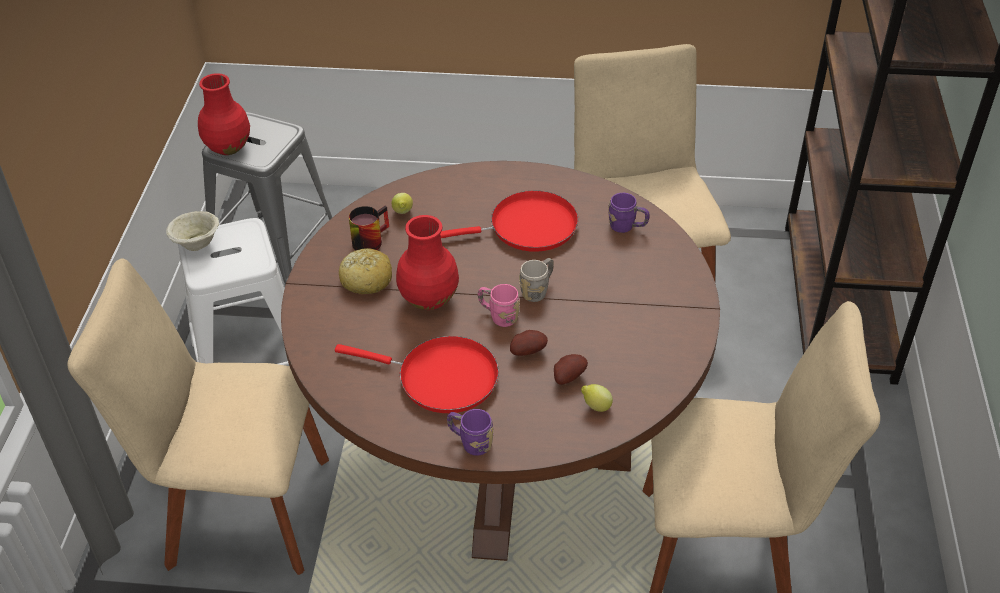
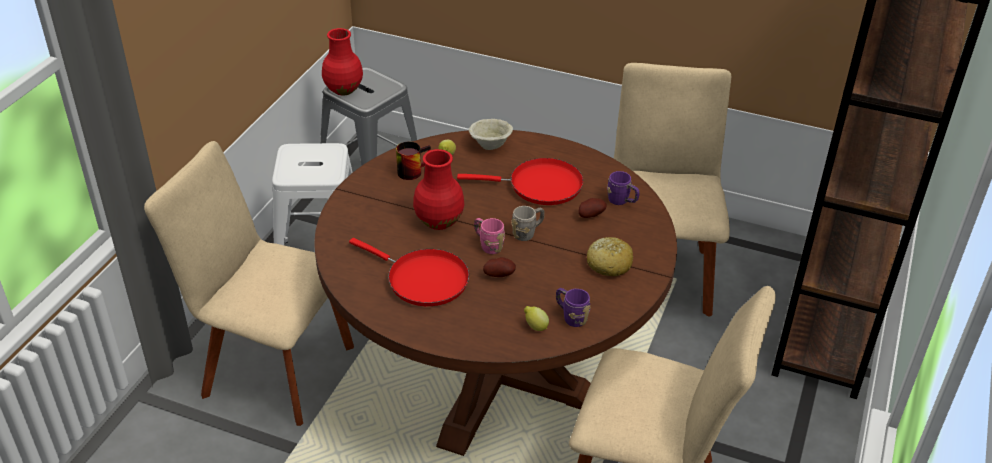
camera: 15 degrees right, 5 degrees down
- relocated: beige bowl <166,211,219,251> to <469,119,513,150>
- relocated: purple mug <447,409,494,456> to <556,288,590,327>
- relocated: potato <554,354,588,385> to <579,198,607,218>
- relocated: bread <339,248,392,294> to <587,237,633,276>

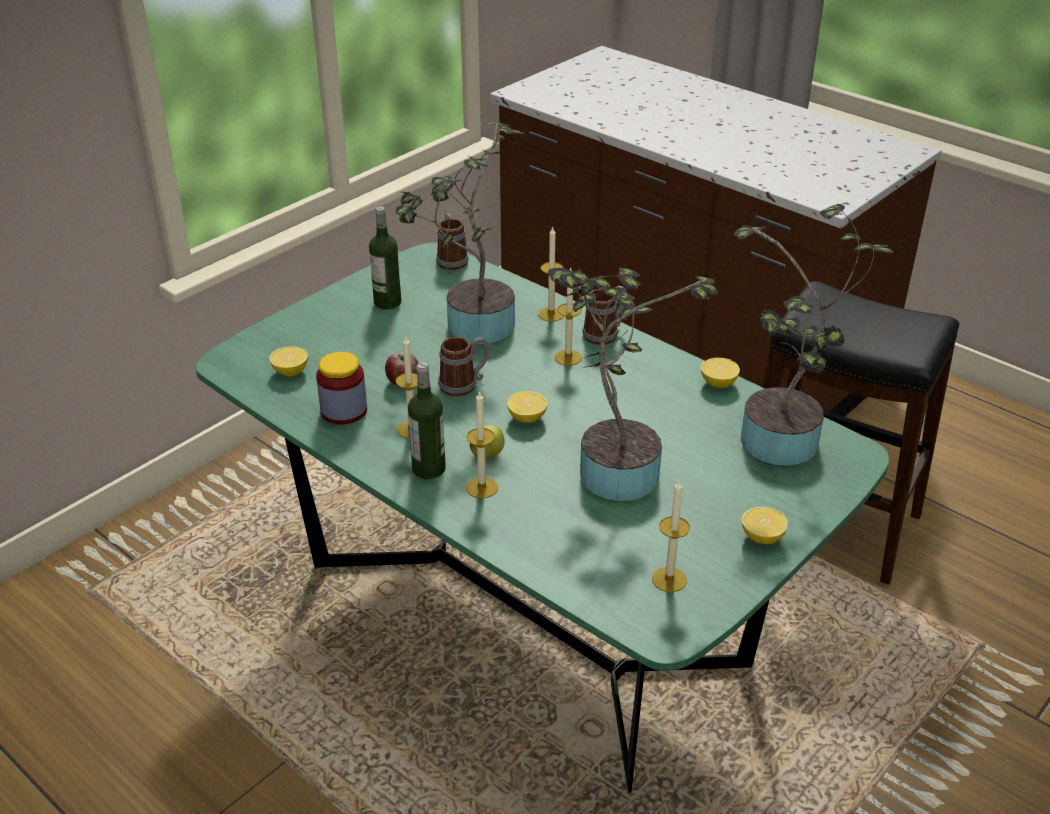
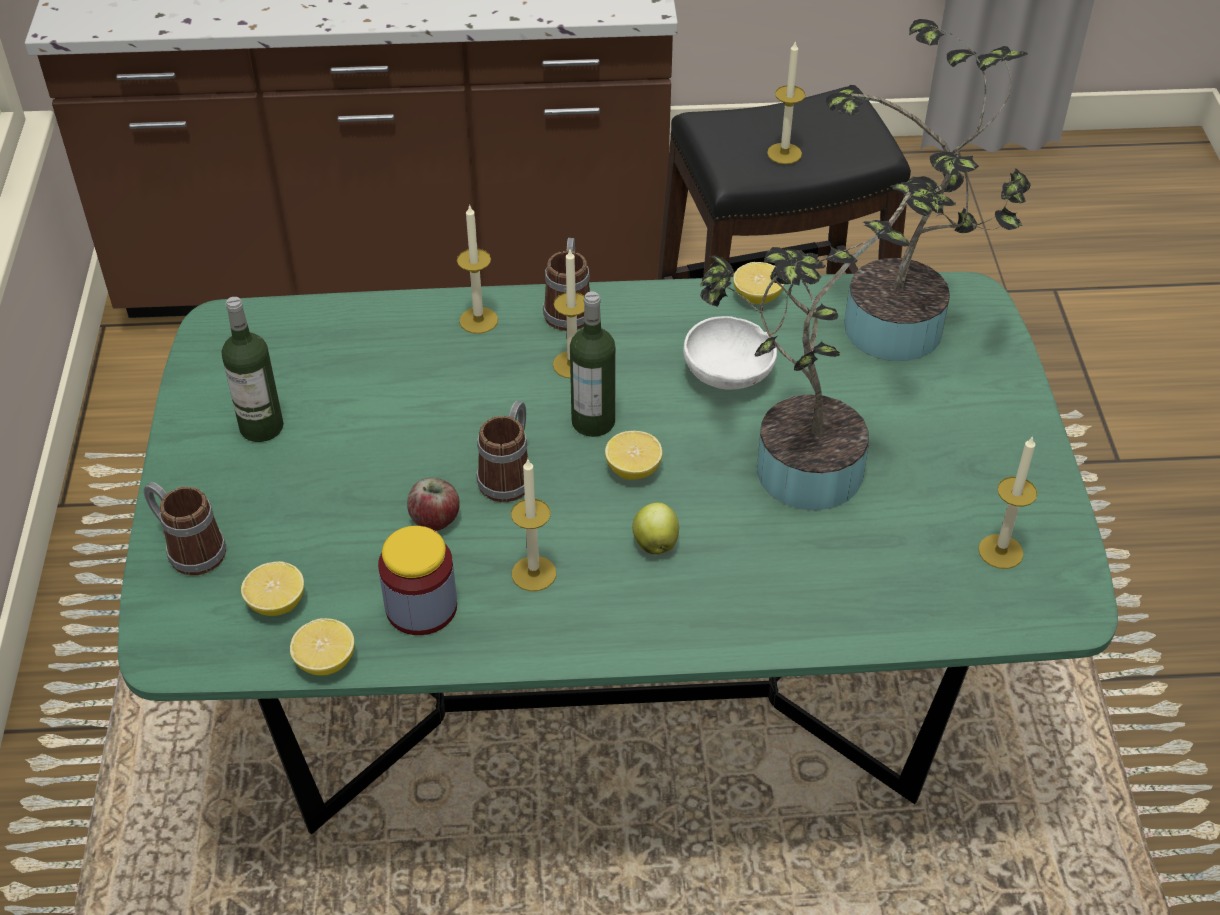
camera: 45 degrees left, 10 degrees up
- relocated: mug <436,213,468,270> to <144,482,226,576>
- relocated: lemon <742,507,788,544> to <290,618,354,676>
- relocated: bottle <408,362,446,479> to <570,291,616,437>
- appeared: white bowl <683,316,777,390>
- relocated: candle <466,390,498,498> to <767,40,806,164>
- missing: potted plant <396,121,525,344>

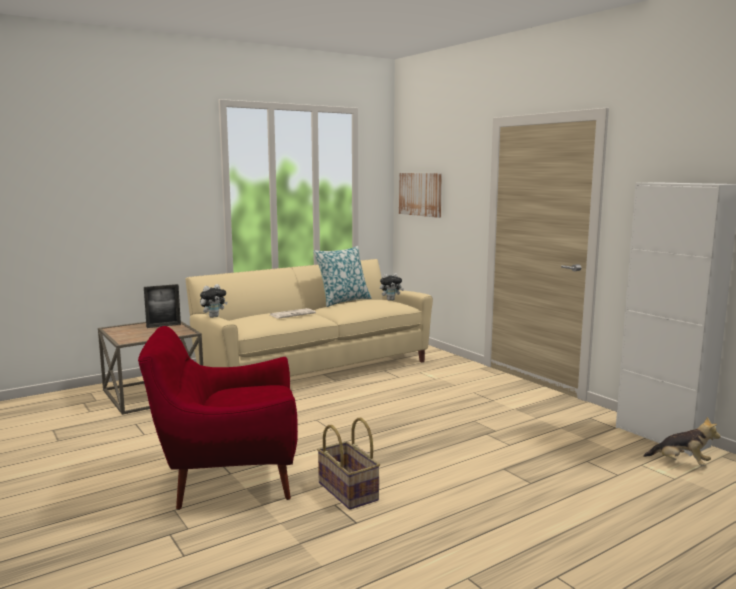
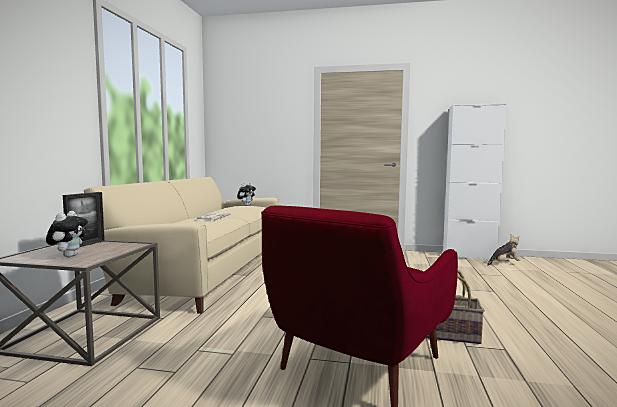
camera: 45 degrees left, 5 degrees down
- relocated: plush toy <200,284,228,318> to <46,211,88,257>
- missing: pillow <313,246,371,307>
- missing: picture <399,173,442,218>

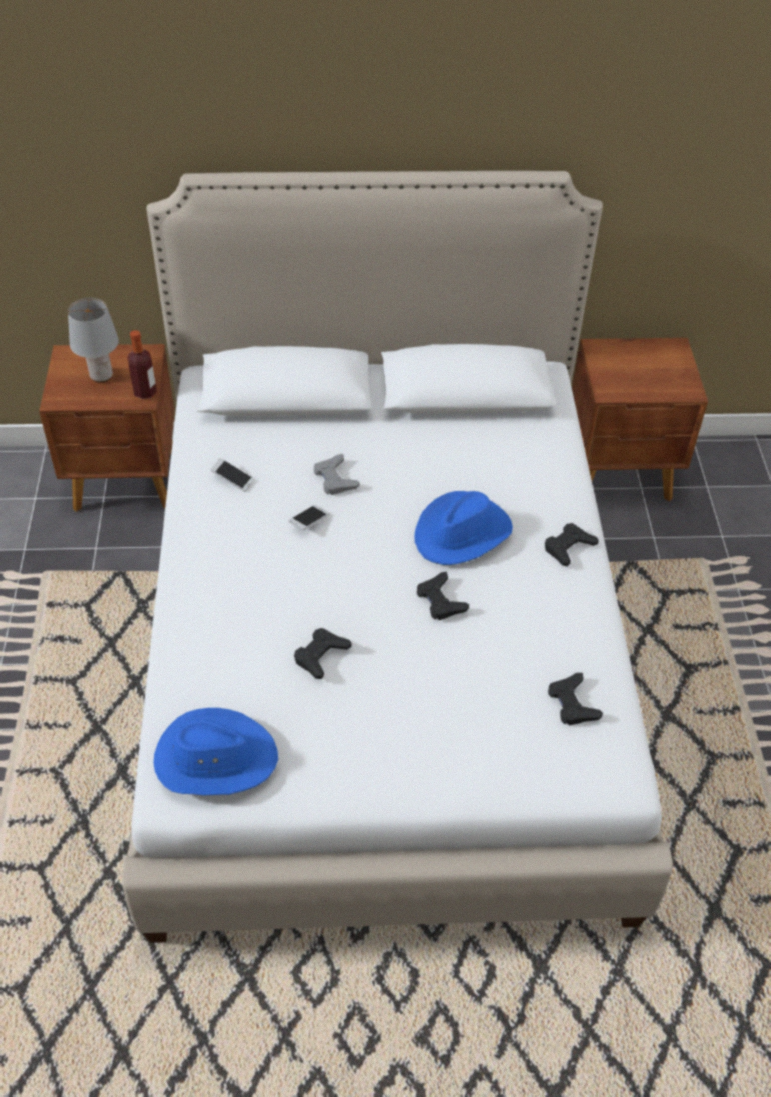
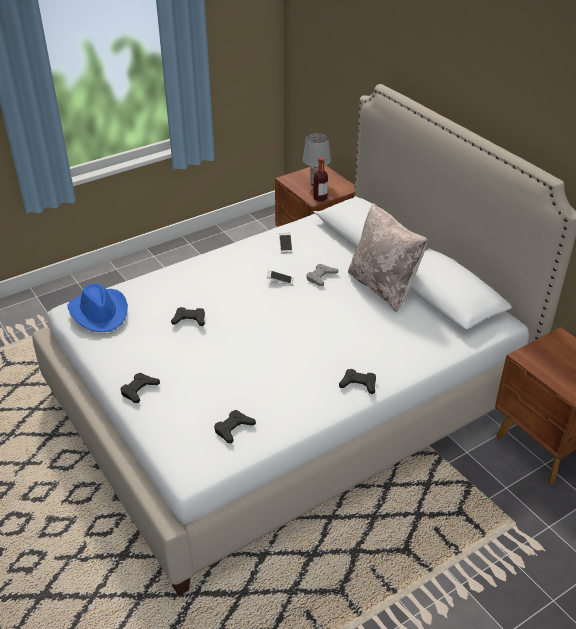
camera: 60 degrees right, 10 degrees down
- relocated: black game controller <417,572,469,620> to <120,373,160,403>
- appeared: beige pillow <348,203,427,312>
- missing: blue hat <414,491,513,565>

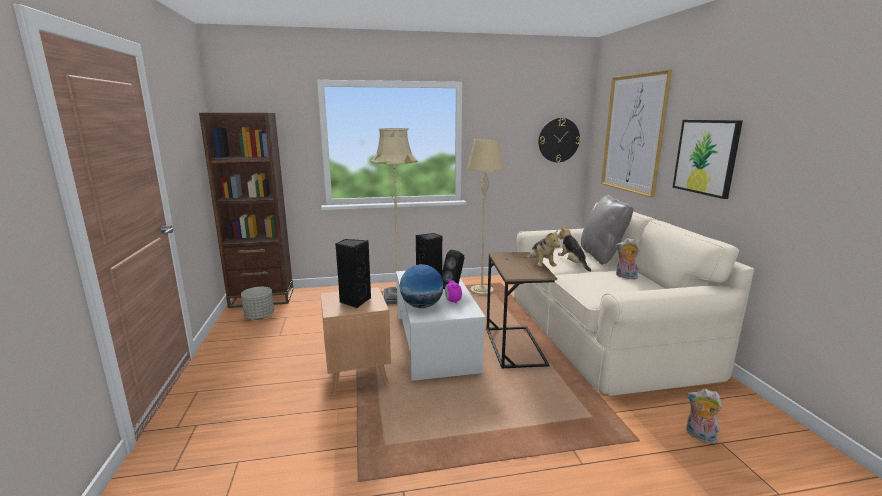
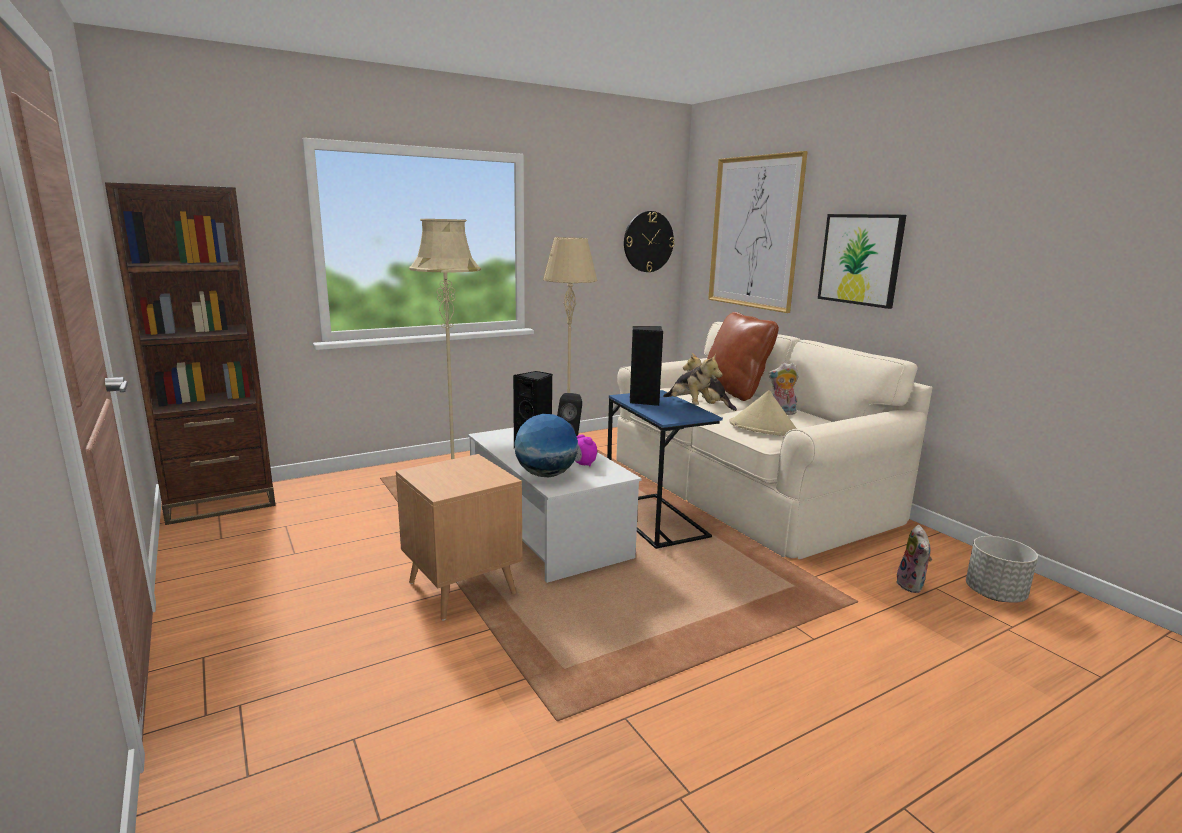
camera: 20 degrees left, 0 degrees up
- colour: brown side table <486,252,557,368> to blue side table <607,390,723,549>
- relocated: black speaker <335,239,371,308> to <630,326,663,406>
- colour: grey pillow <581,195,633,264> to brown pillow <707,312,779,401>
- appeared: beige hat <729,390,797,436>
- spun: plush toy <687,389,722,444> = <897,525,932,593> 105 degrees counterclockwise
- relocated: grey planter <241,287,274,319> to <966,536,1038,603>

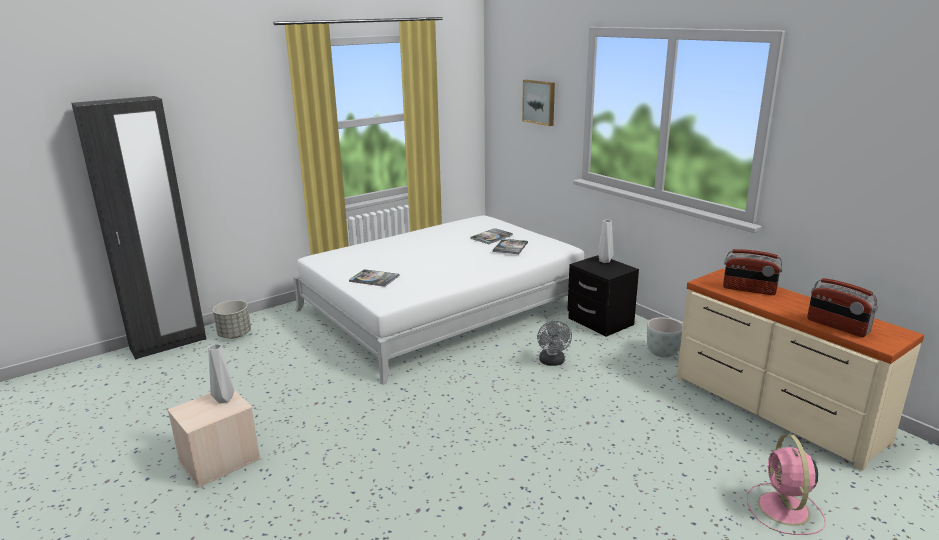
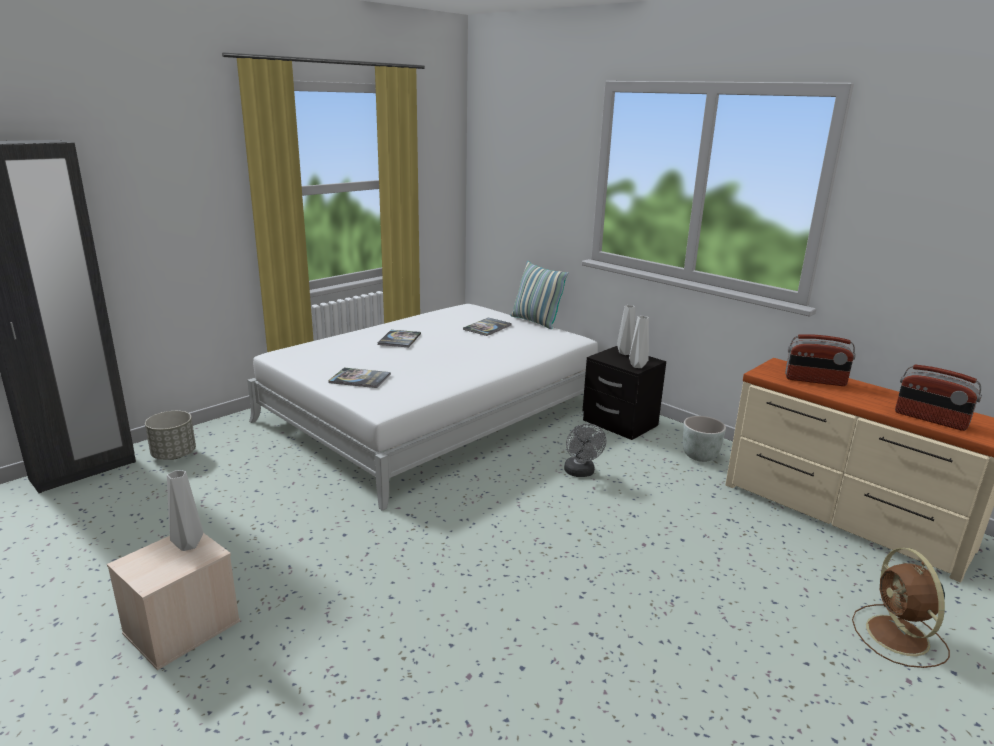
camera: 10 degrees left, 0 degrees up
- relocated: book <493,239,528,254> to <378,330,421,348>
- appeared: pillow <510,261,569,329>
- appeared: grey vase <629,316,649,368>
- colour: pink fan <747,434,826,535> to brown fan <852,548,950,668>
- missing: picture <522,80,555,126>

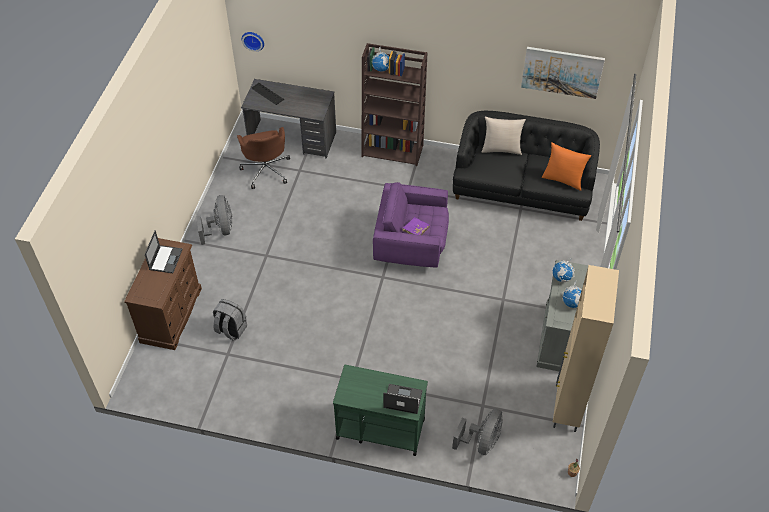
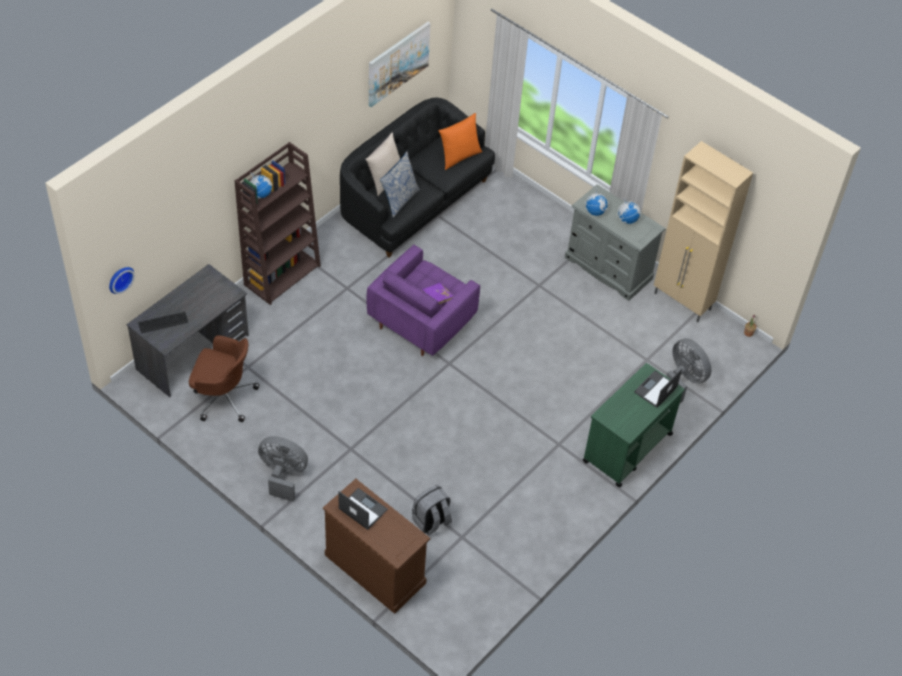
camera: 65 degrees left, 0 degrees up
- appeared: pillow <380,151,420,218>

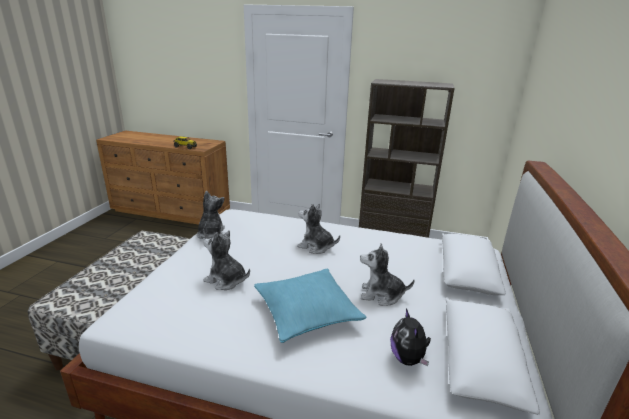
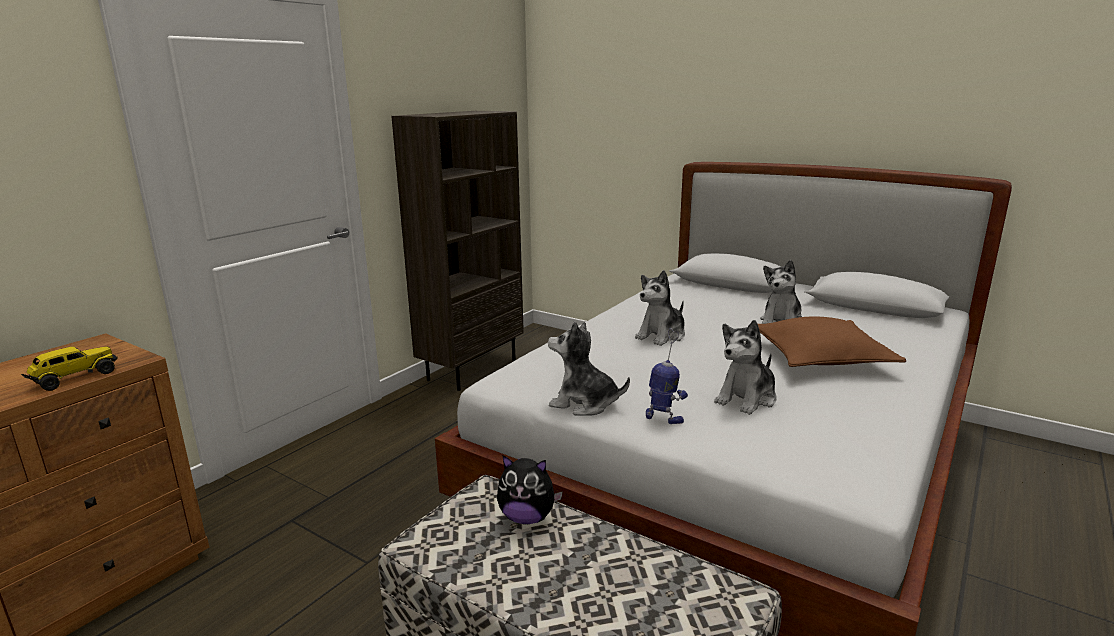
camera: 70 degrees left, 5 degrees down
- relocated: plush toy <390,308,431,366> to <497,455,563,524>
- appeared: toy robot <646,328,688,424>
- colour: turquoise pillow <254,269,367,343> to brown pillow <758,316,906,367>

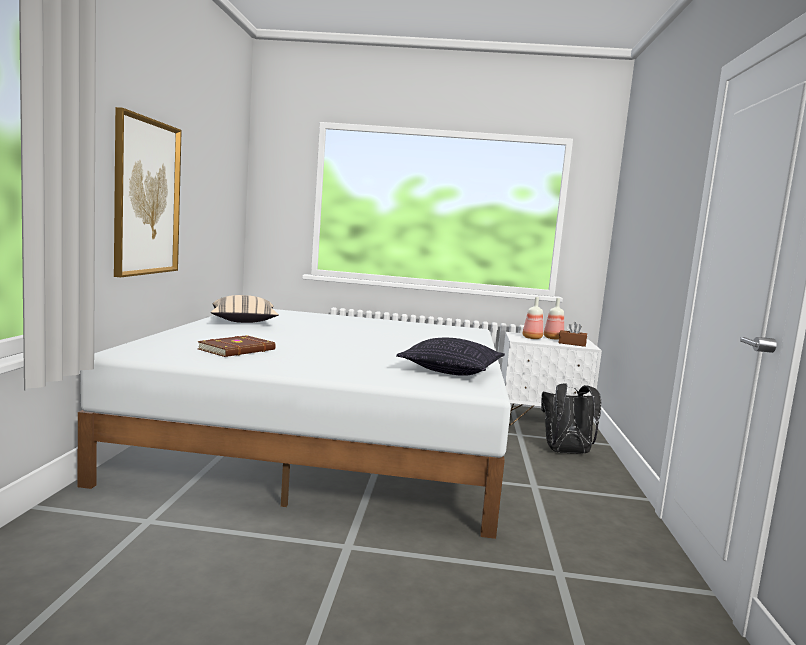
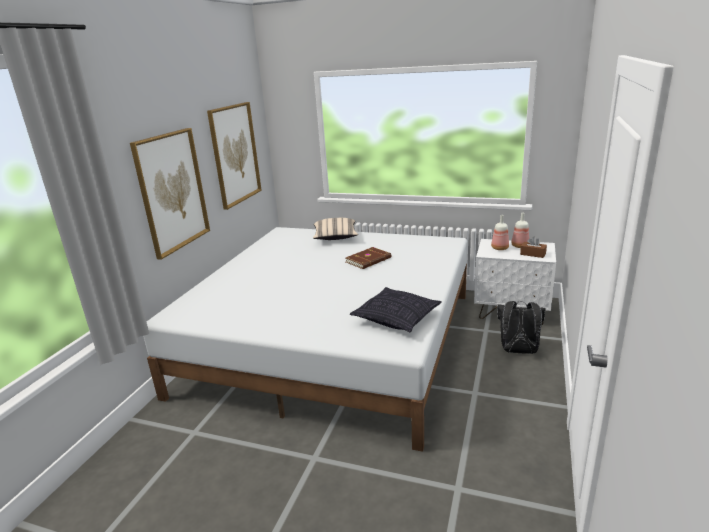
camera: 15 degrees right, 15 degrees up
- appeared: picture <207,102,262,210>
- relocated: beige pillow <211,295,279,323> to <313,218,358,240>
- relocated: brown book <198,335,276,357> to <346,247,391,269>

